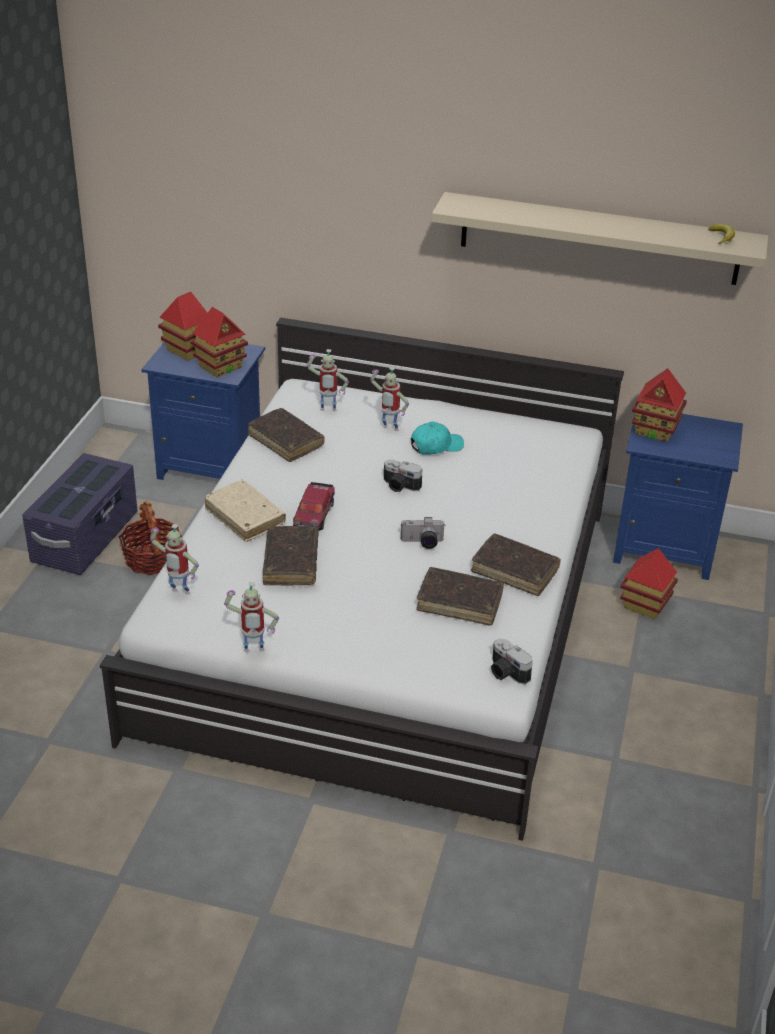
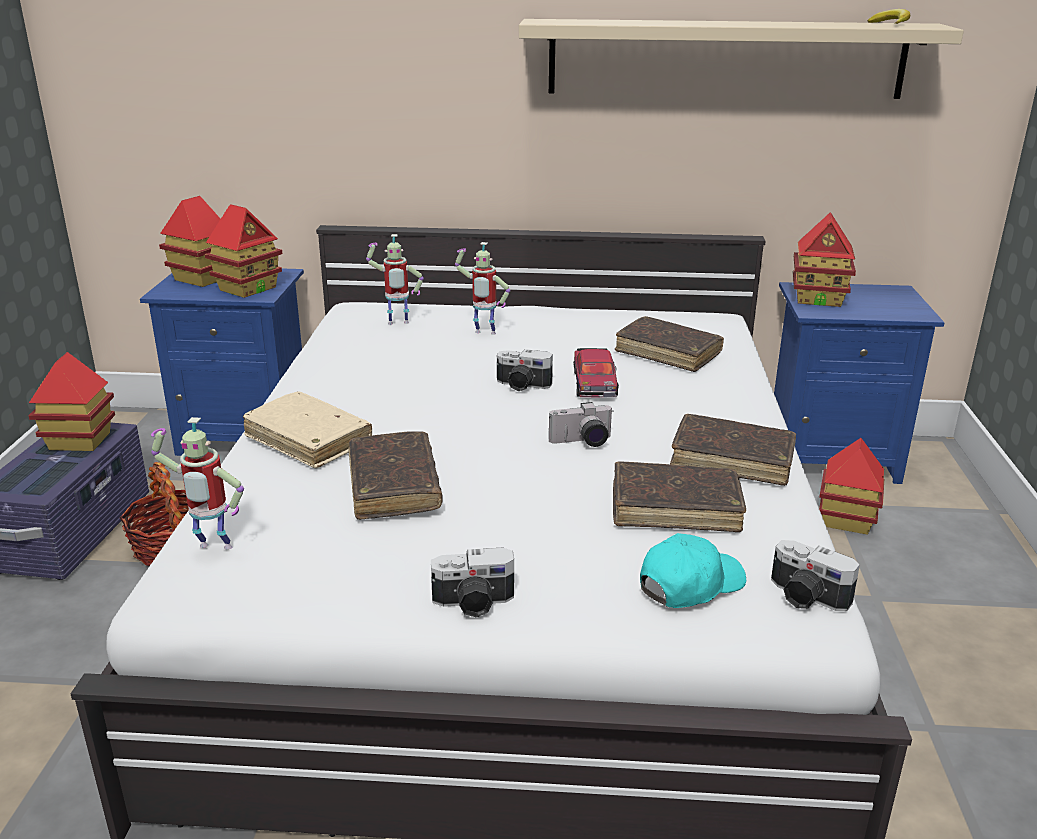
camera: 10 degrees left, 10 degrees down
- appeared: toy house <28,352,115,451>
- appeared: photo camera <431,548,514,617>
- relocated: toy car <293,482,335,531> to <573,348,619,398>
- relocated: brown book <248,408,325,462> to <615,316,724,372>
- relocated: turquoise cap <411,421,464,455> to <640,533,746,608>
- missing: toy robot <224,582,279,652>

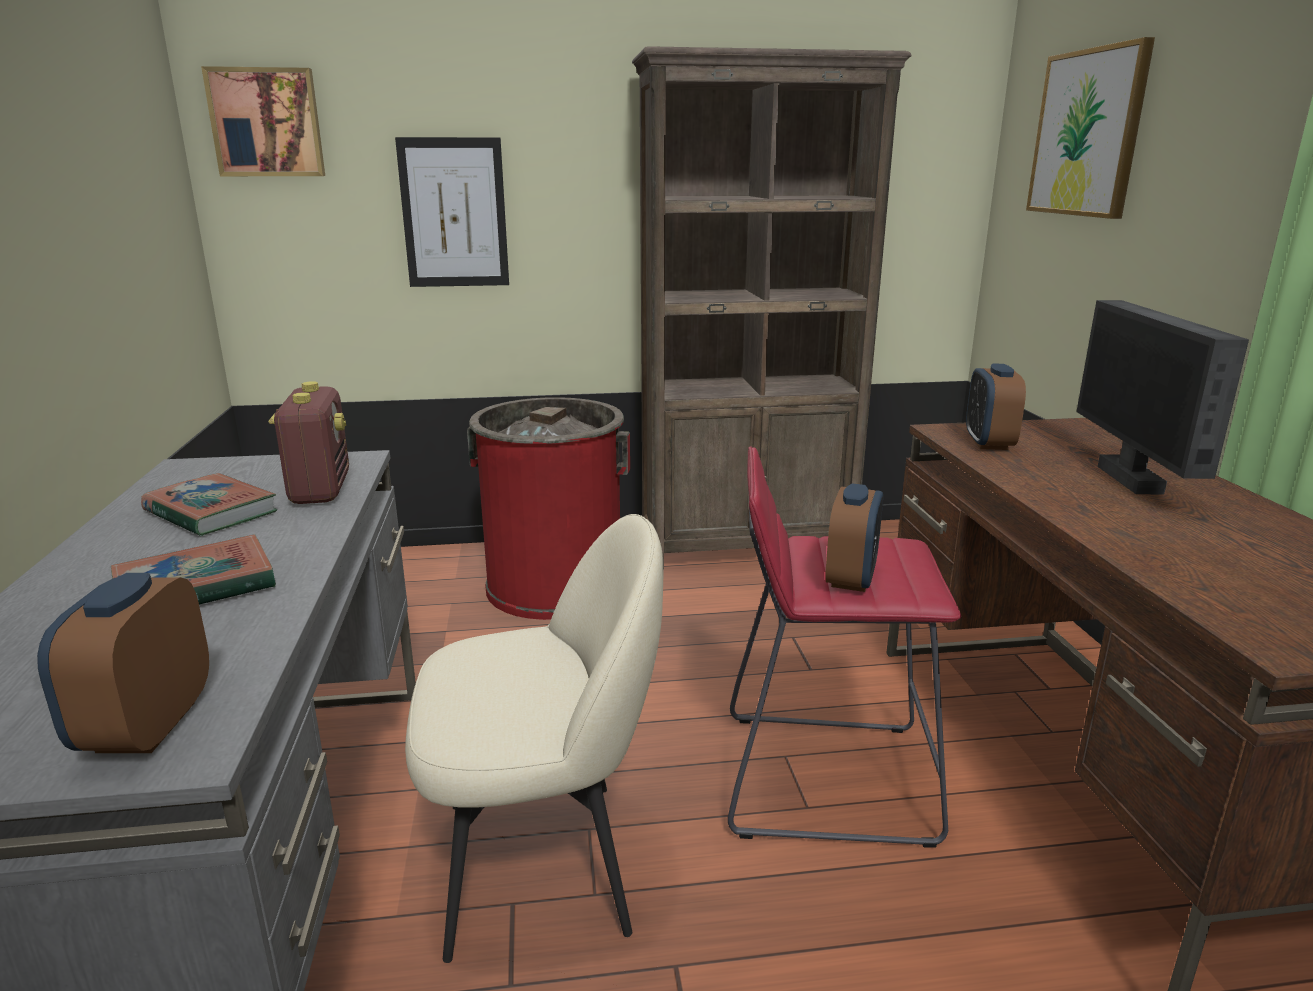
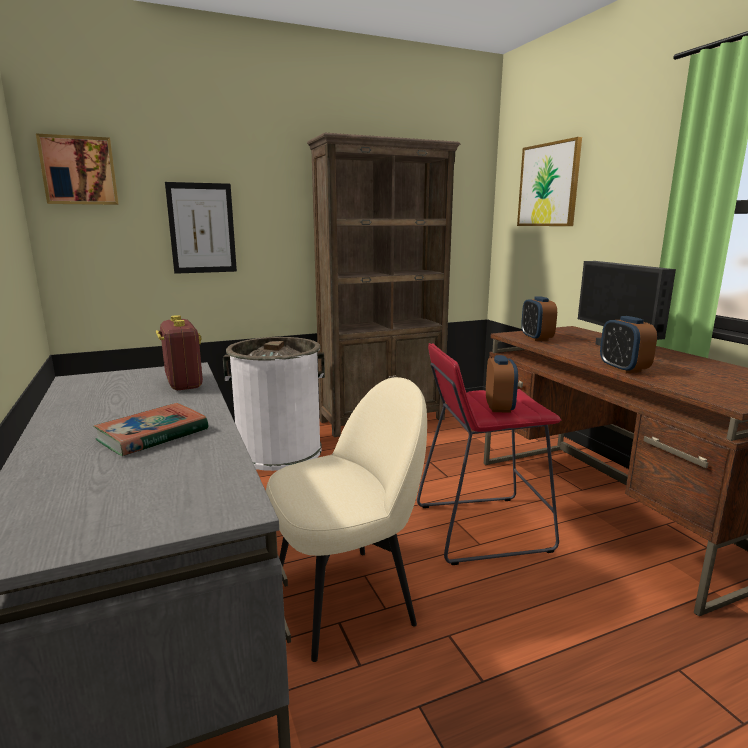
camera: 15 degrees left, 5 degrees down
- colour: red trash can <467,397,630,620> to white trash can <223,337,325,471>
- relocated: alarm clock <37,573,209,753> to <600,316,657,373>
- missing: book <141,473,277,536>

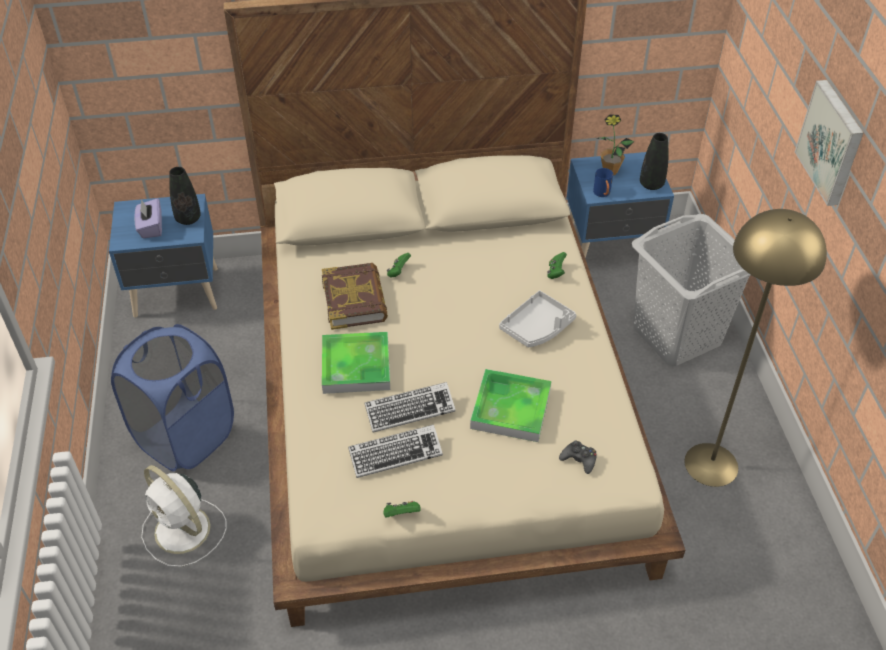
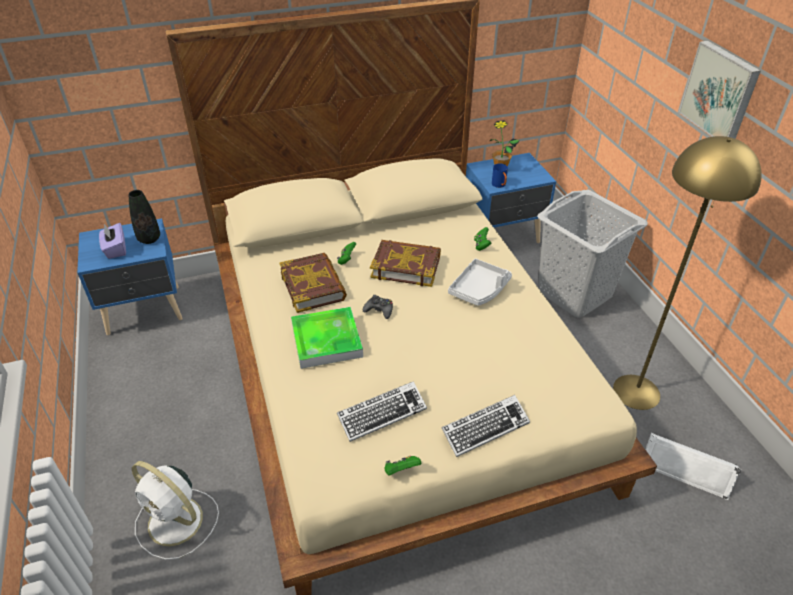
camera: 10 degrees left, 5 degrees down
- relocated: black game controller <559,440,597,474> to <363,295,393,319>
- appeared: book <370,240,441,287>
- relocated: keyboard <364,382,456,433> to <442,395,530,457>
- appeared: white speaker <646,433,741,500>
- missing: blue laundry basket <111,324,234,472>
- missing: tray <470,369,551,442>
- missing: black vase <640,133,669,190>

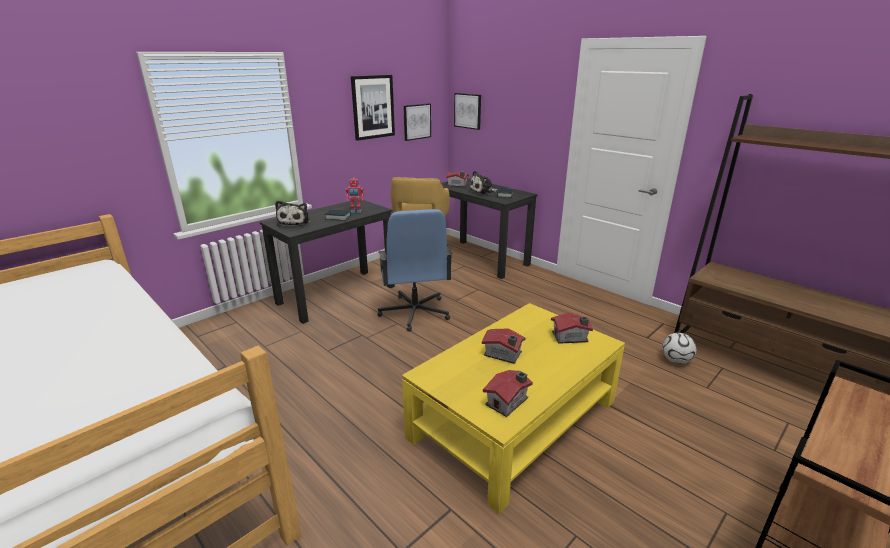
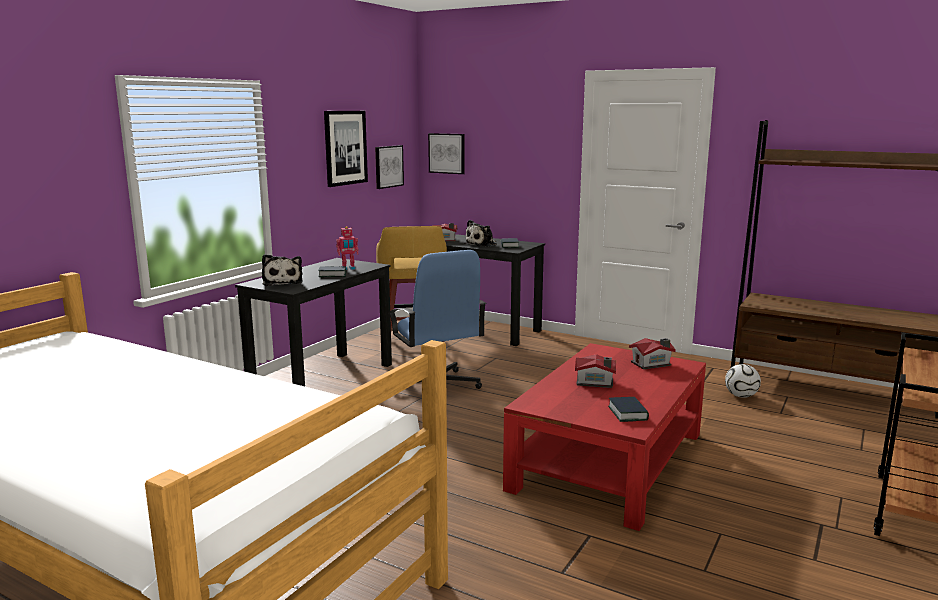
camera: 15 degrees left, 10 degrees down
- colour: yellow coffee table <402,303,625,514> to red coffee table <503,343,706,531>
- exchanged: toy house <483,370,533,417> to book <608,397,649,422>

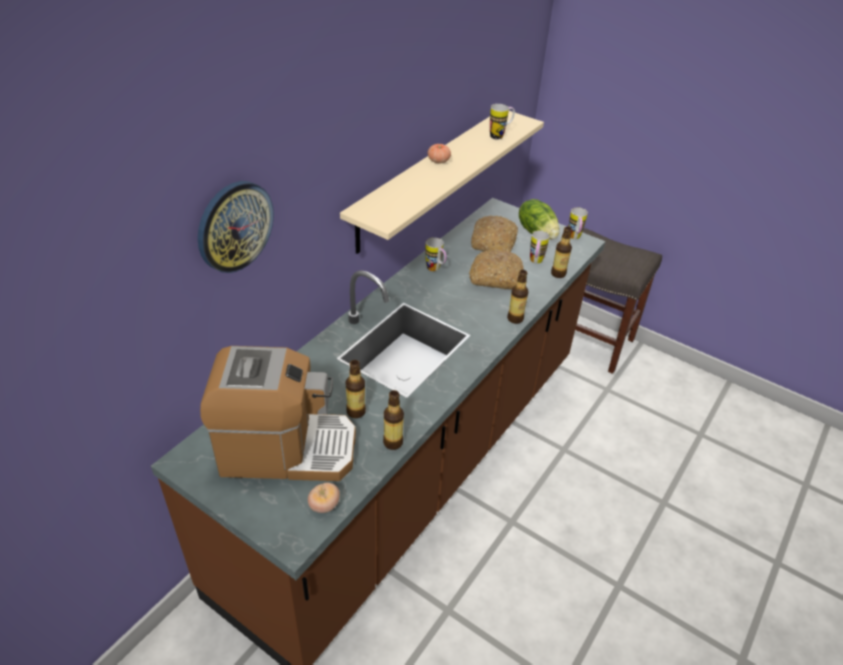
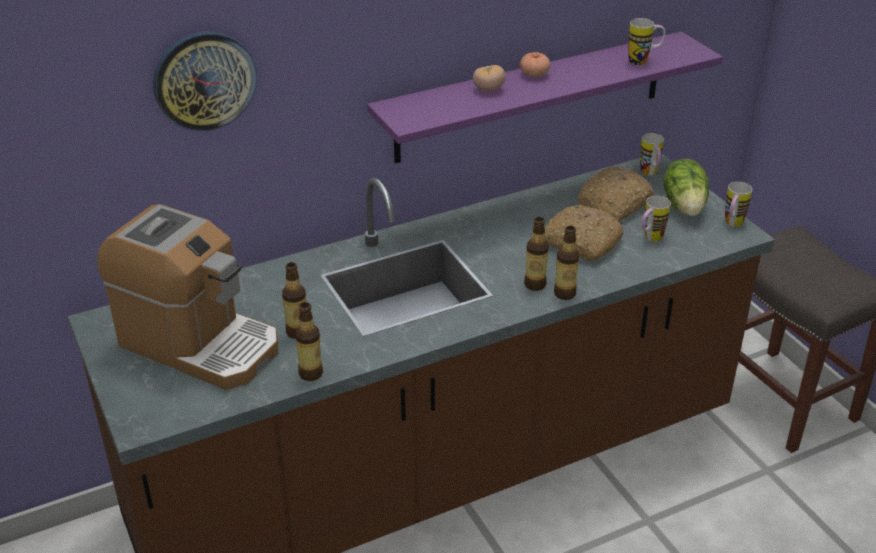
camera: 30 degrees right, 5 degrees down
- colour: beige shelf <340,111,544,254> to purple shelf <367,31,723,164>
- relocated: tomato <308,483,340,513> to <473,65,505,92>
- relocated: bottle <551,227,572,278> to <524,217,549,291>
- relocated: mug <425,238,447,271> to <640,133,664,176>

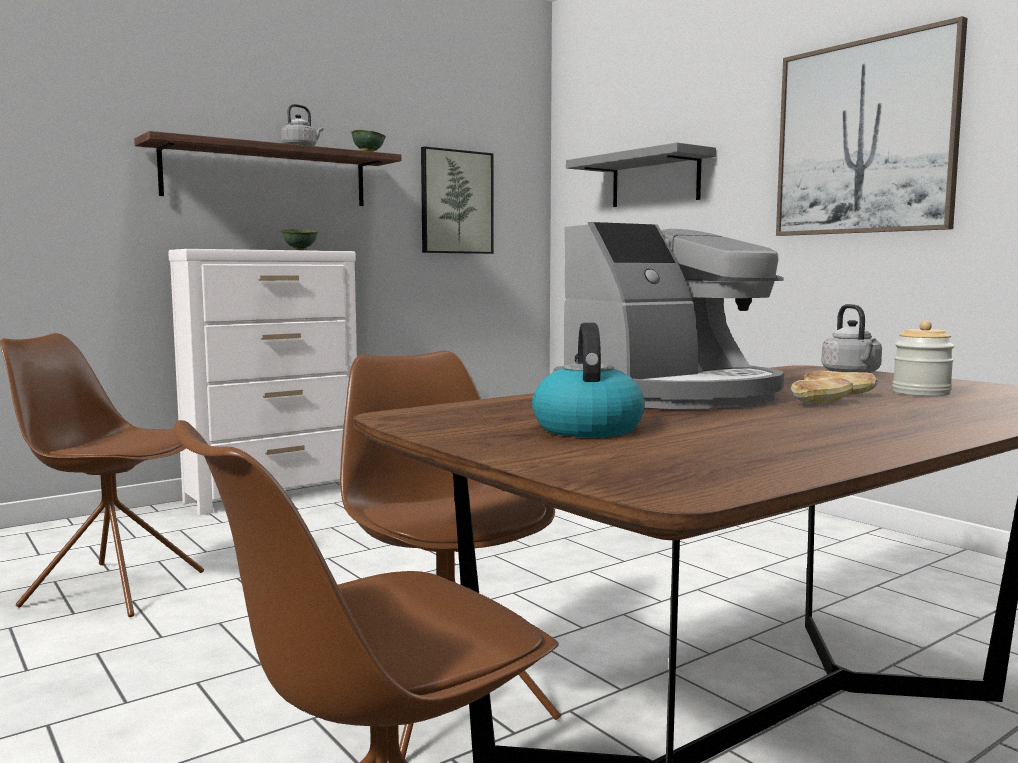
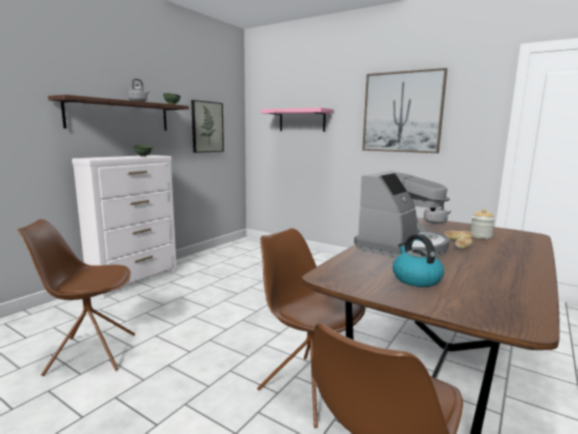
camera: 20 degrees left, 5 degrees up
- colour: grey shelf <566,142,716,207> to pink shelf <261,108,333,132>

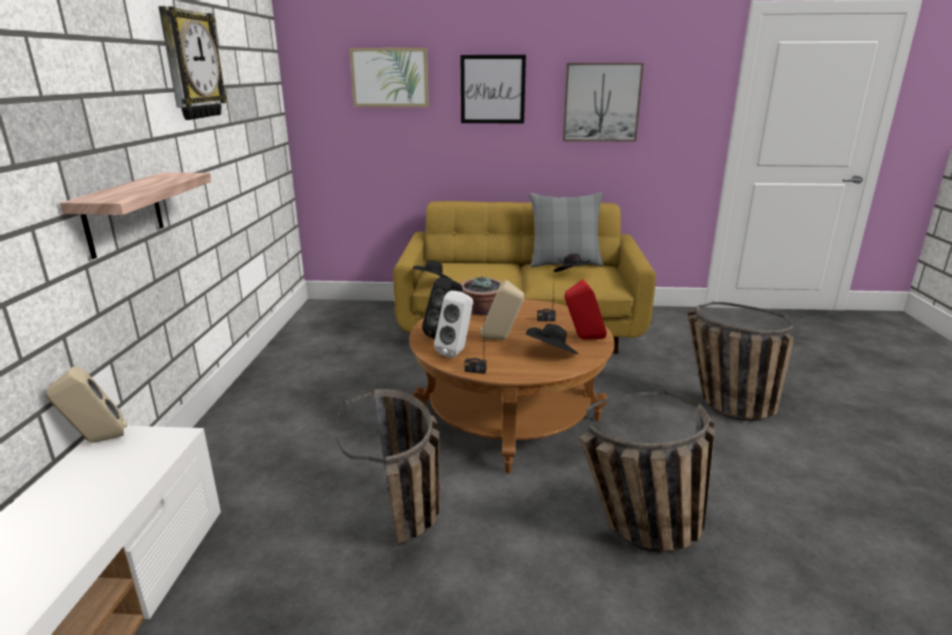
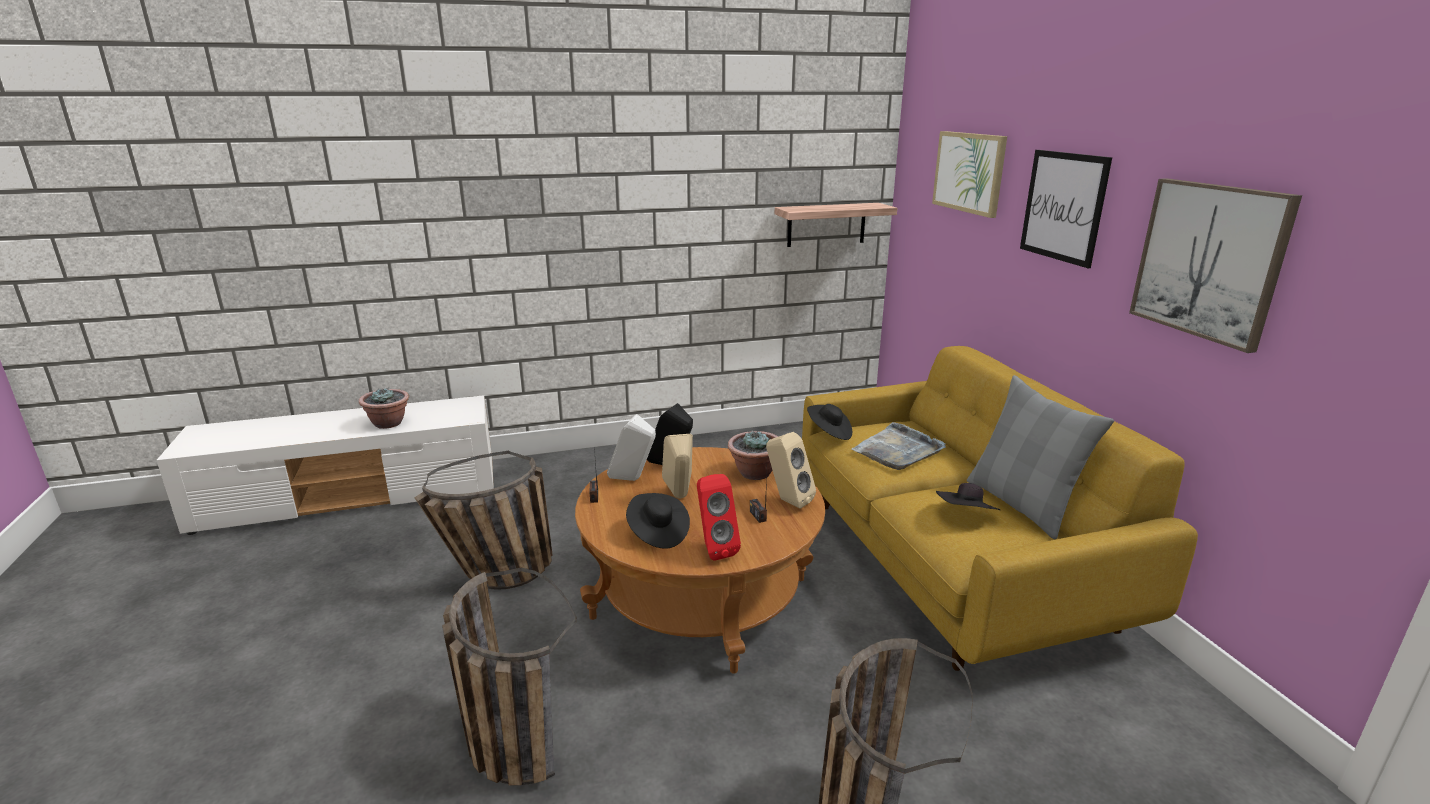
camera: 70 degrees right, 0 degrees up
- appeared: potted plant <359,388,409,429>
- relocated: beige speaker <46,367,127,443> to <766,432,816,509>
- relocated: shelf <60,172,211,259> to <775,203,897,247>
- appeared: grey tray <852,422,946,470>
- missing: wall clock <158,6,227,120>

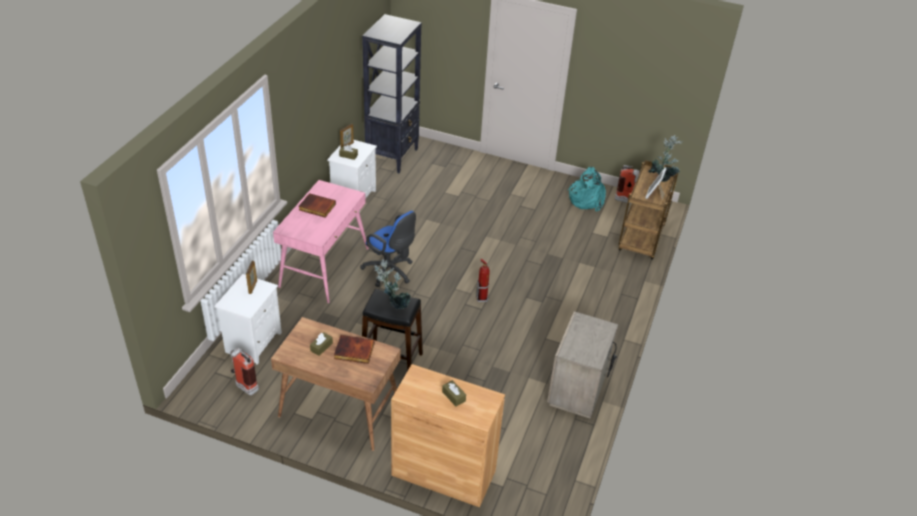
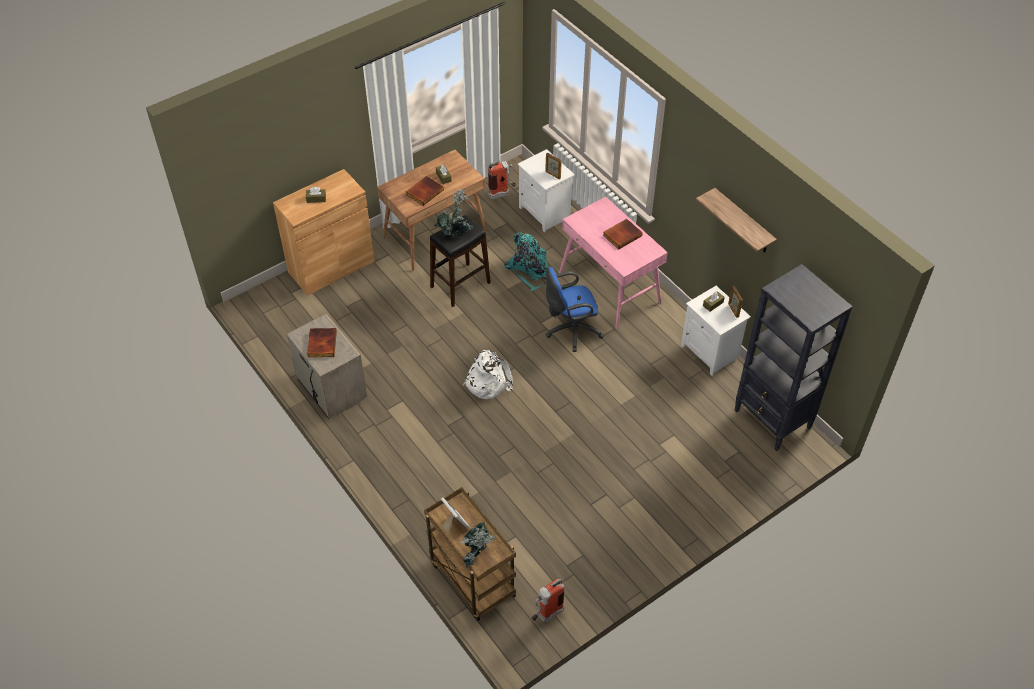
camera: 125 degrees right, 10 degrees up
- appeared: book <307,328,337,357>
- exchanged: fire extinguisher <476,259,490,302> to white backpack <463,350,513,399>
- relocated: turquoise backpack <567,167,606,212> to <504,233,549,291>
- appeared: shelf <696,188,777,253>

